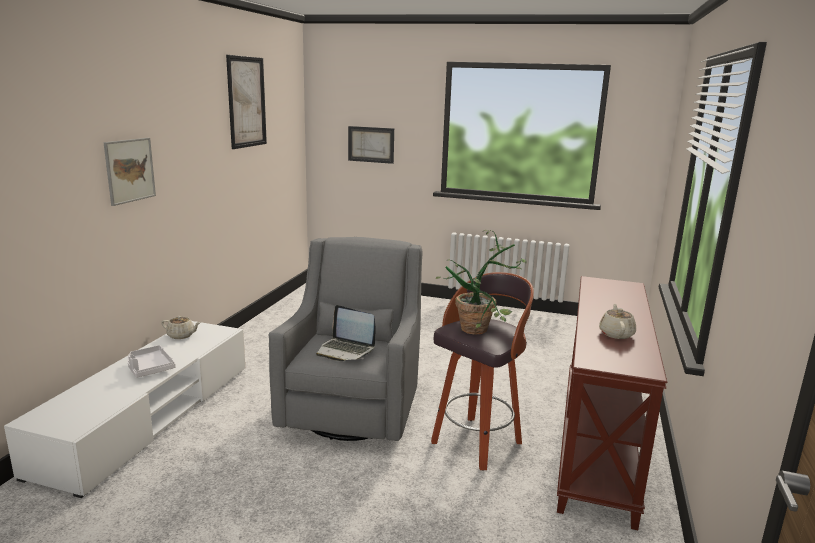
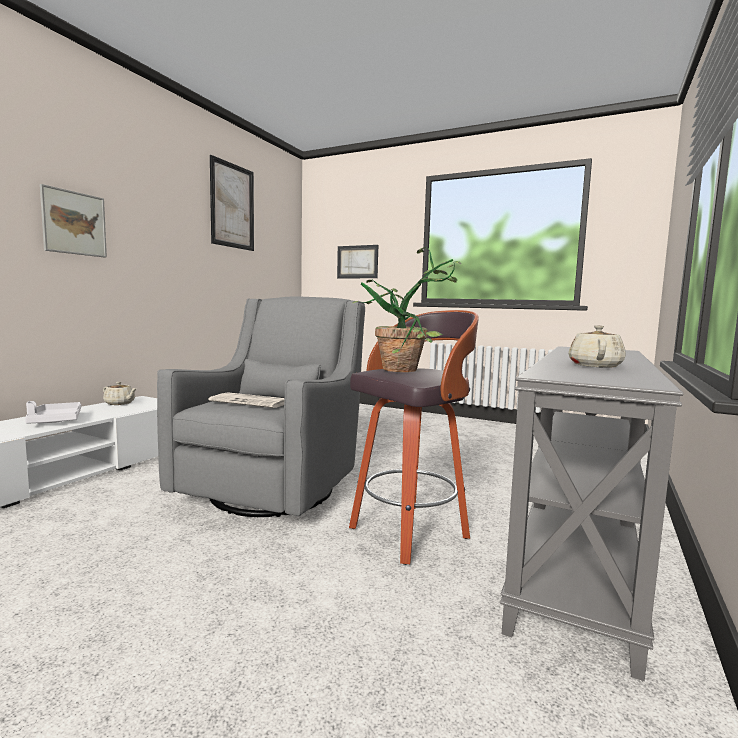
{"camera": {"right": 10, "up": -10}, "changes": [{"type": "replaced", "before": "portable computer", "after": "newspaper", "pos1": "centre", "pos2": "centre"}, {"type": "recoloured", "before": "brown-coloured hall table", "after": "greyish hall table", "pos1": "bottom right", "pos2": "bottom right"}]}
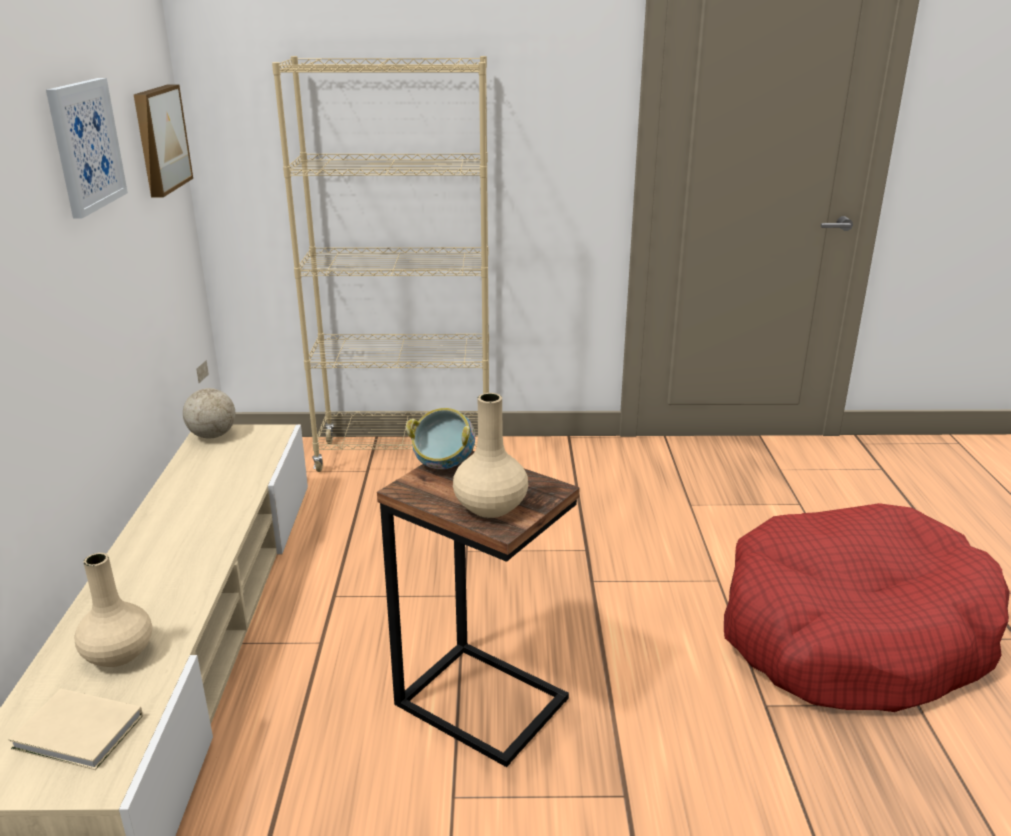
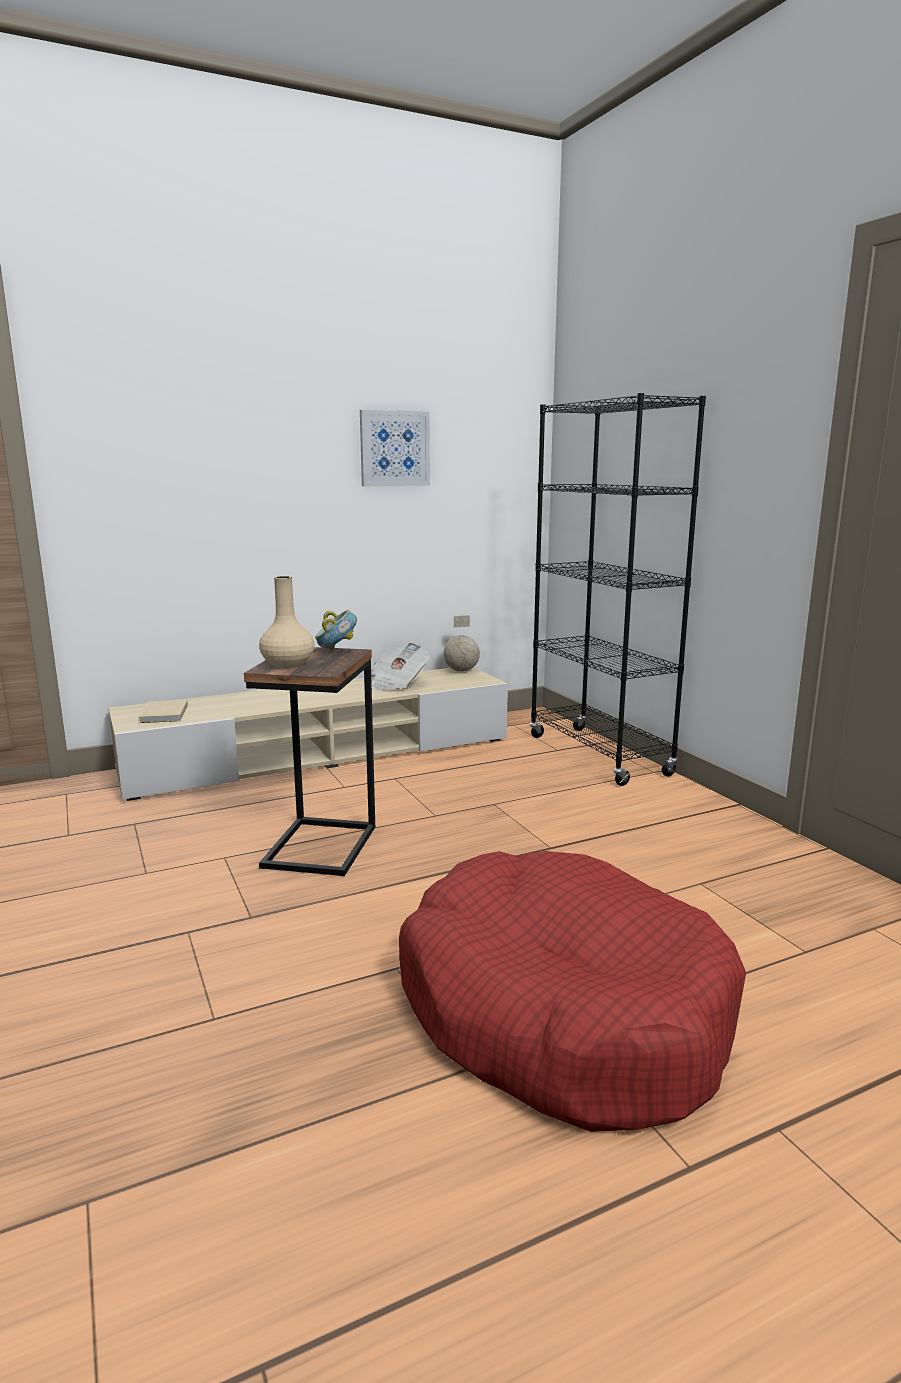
{"camera": {"right": 65, "up": -10}, "changes": [{"type": "removed", "before": "beige-coloured flower vase (1st from left)", "pos1": "bottom left"}, {"type": "removed", "before": "picture (2nd from left)", "pos1": "top left"}, {"type": "added", "after": "newspaper", "pos2": "centre"}, {"type": "recoloured", "before": "beige-coloured shelving unit", "after": "black shelving unit", "pos1": "top centre", "pos2": "middle right"}]}
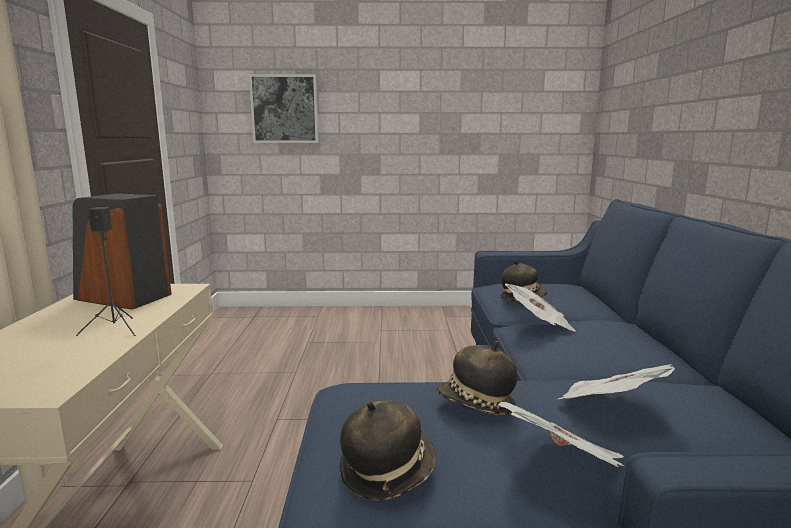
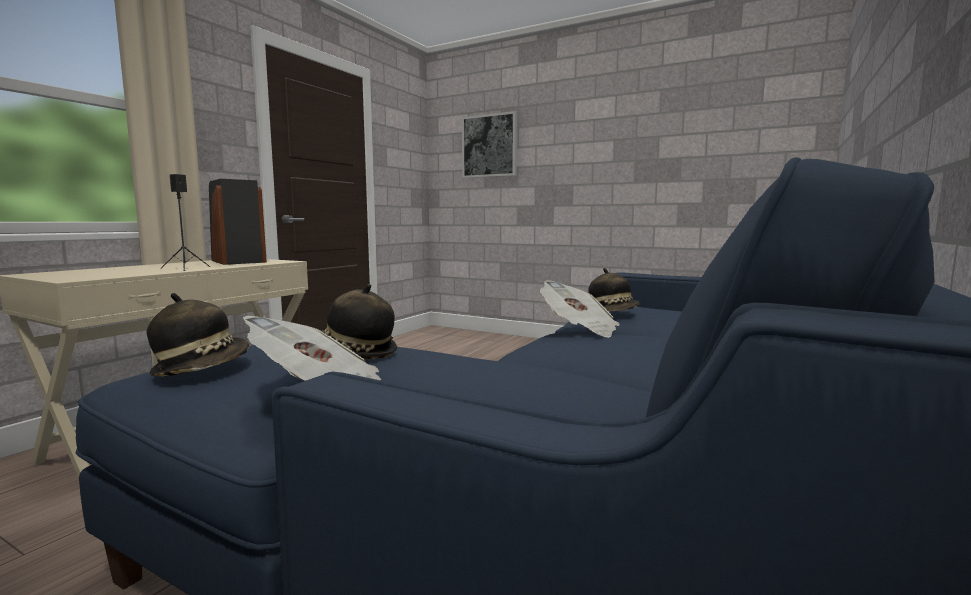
{"camera": {"right": 30, "up": -5}, "changes": [{"type": "removed", "before": "newspaper (3rd from left)", "pos1": "bottom right"}]}
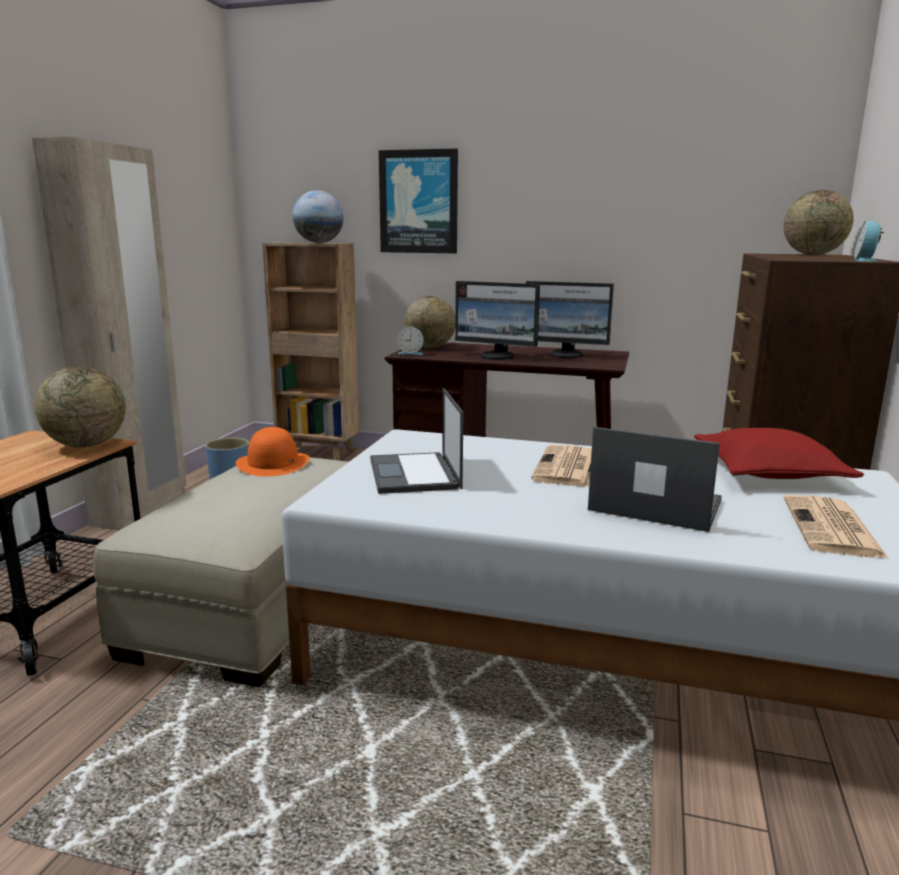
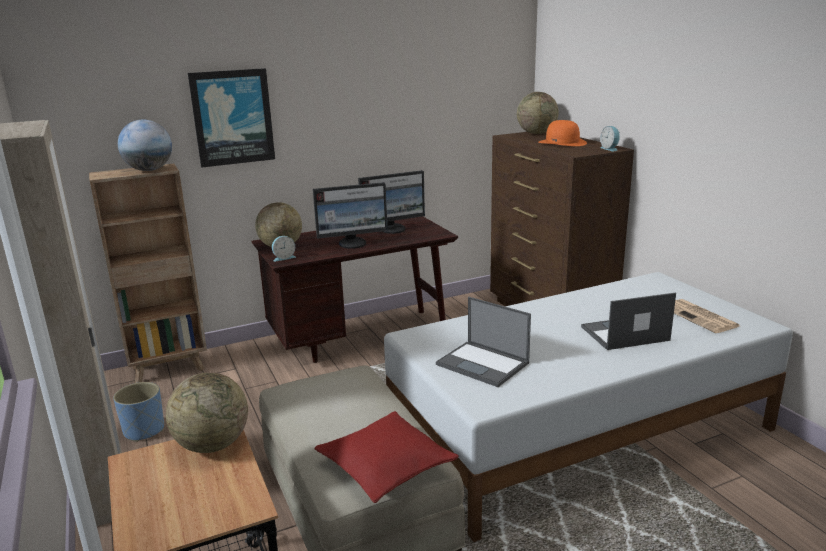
{"camera": {"right": -40, "up": 5}, "changes": [{"type": "removed", "before": "newspaper (1st from left)", "pos1": "centre"}, {"type": "moved", "before": "orange wearable hat", "pos1": "middle left", "pos2": "top right"}, {"type": "moved", "before": "reddish throw pillow", "pos1": "middle right", "pos2": "bottom centre"}]}
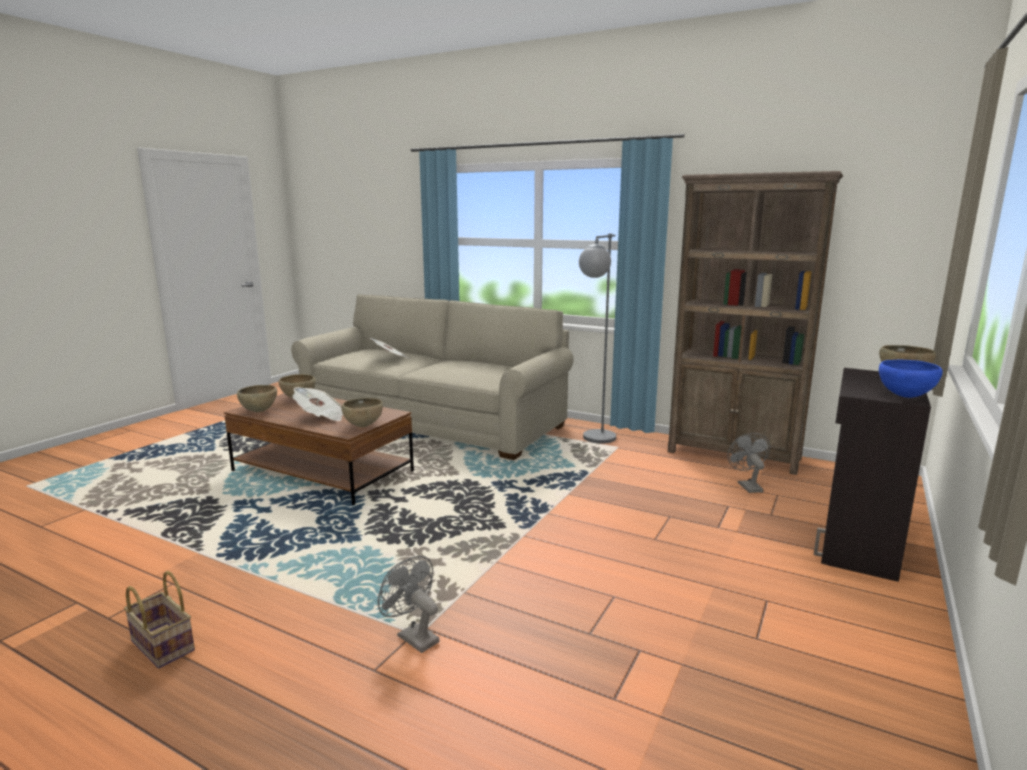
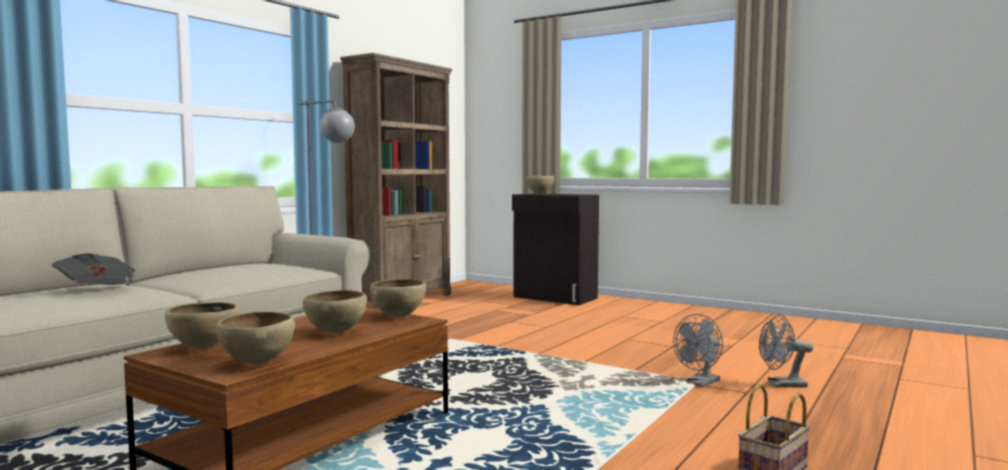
{"camera": {"right": -85, "up": -10}, "changes": [{"type": "removed", "before": "blue-coloured bowl", "pos1": "middle right"}, {"type": "moved", "before": "greyish cooling fan (2nd from left)", "pos1": "middle right", "pos2": "bottom right"}, {"type": "replaced", "before": "newspaper (1st from left)", "after": "brown-coloured bowl (3rd from left)", "pos1": "middle left", "pos2": "middle left"}]}
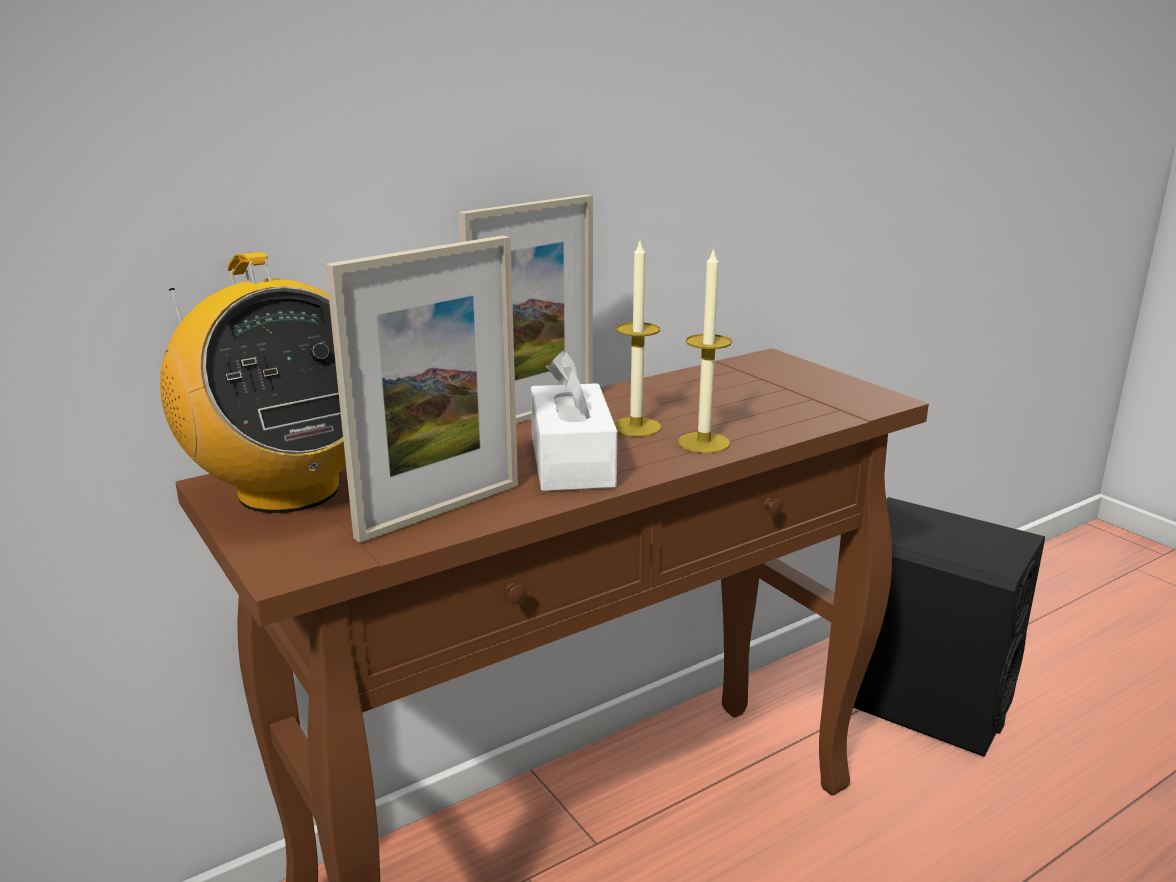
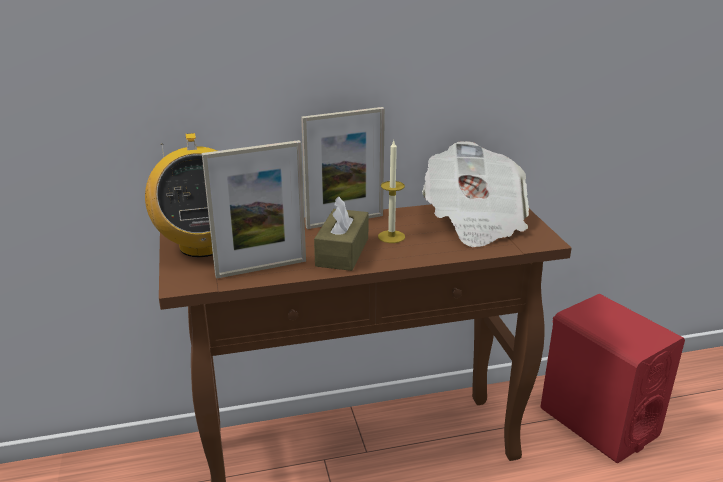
{"camera": {"right": 20, "up": 5}, "changes": [{"type": "removed", "before": "wax light (2nd from left)", "pos1": "centre"}, {"type": "added", "after": "newspaper", "pos2": "centre"}, {"type": "recoloured", "before": "whitish tissue box", "after": "brown-coloured tissue box", "pos1": "centre", "pos2": "centre"}, {"type": "recoloured", "before": "black speaker", "after": "reddish speaker", "pos1": "bottom right", "pos2": "bottom right"}]}
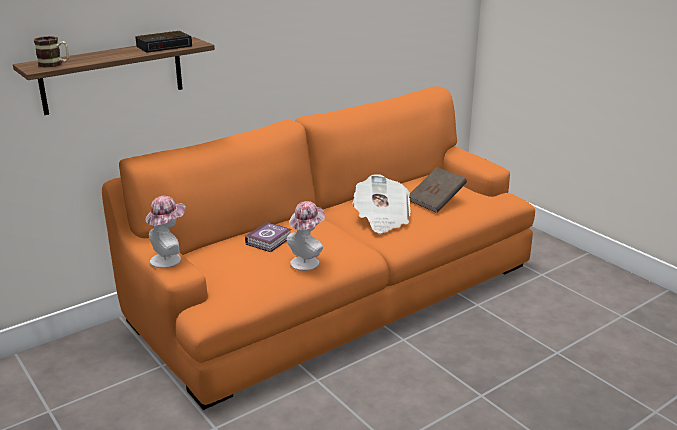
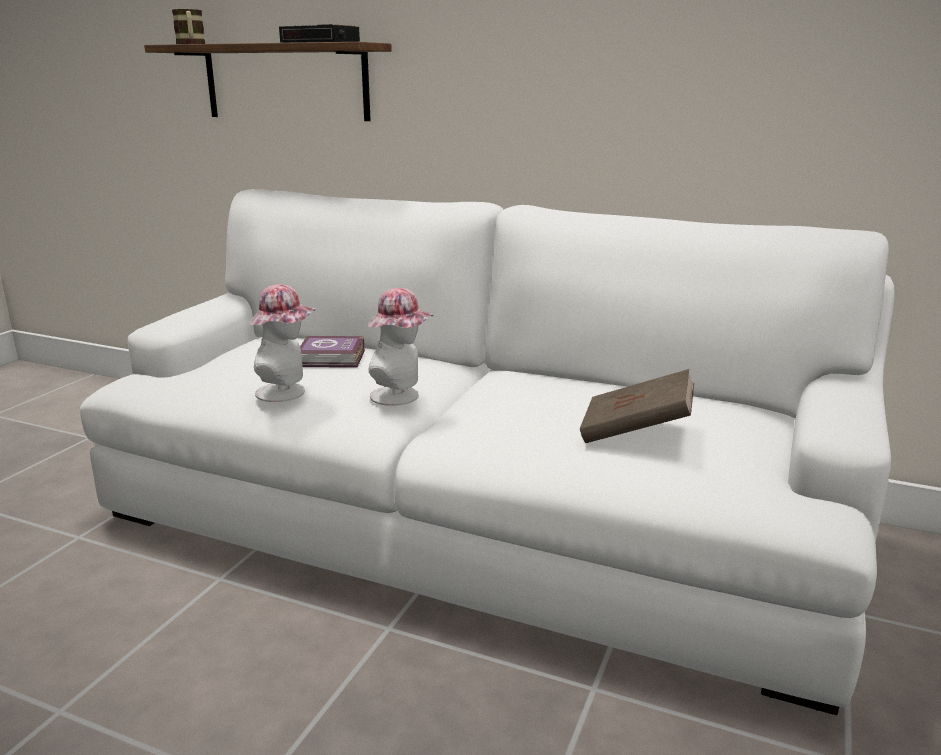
{"camera": {"right": 60, "up": -5}, "changes": [{"type": "removed", "before": "newspaper", "pos1": "centre"}, {"type": "moved", "before": "wearable hat (1st from left in the first image)", "after": "wearable hat (2nd from left)", "pos1": "middle left", "pos2": "centre"}, {"type": "recoloured", "before": "orange sofa", "after": "whitish sofa", "pos1": "centre", "pos2": "centre"}]}
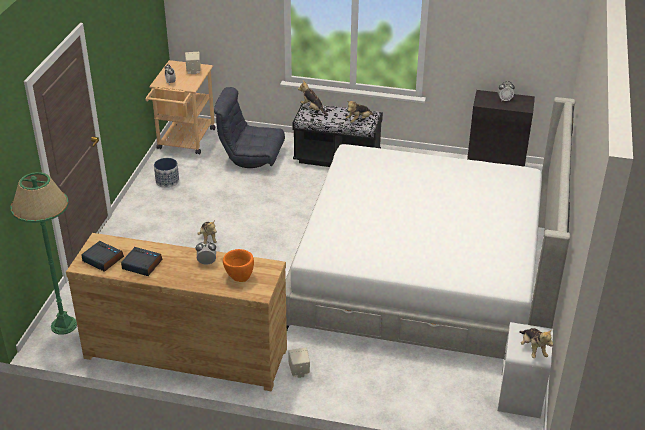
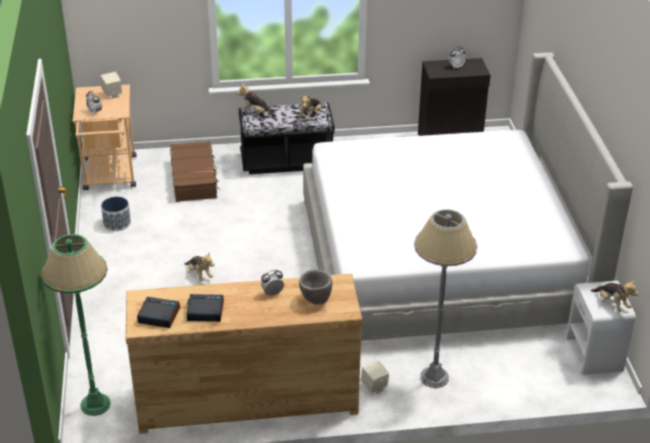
{"camera": {"right": -20, "up": 0}, "changes": [{"type": "added", "after": "greyish standing lamp", "pos2": "bottom right"}, {"type": "replaced", "before": "greyish armchair", "after": "brown-coloured travel case", "pos1": "top centre", "pos2": "middle left"}, {"type": "recoloured", "before": "orange bowl", "after": "greyish bowl", "pos1": "centre", "pos2": "centre"}]}
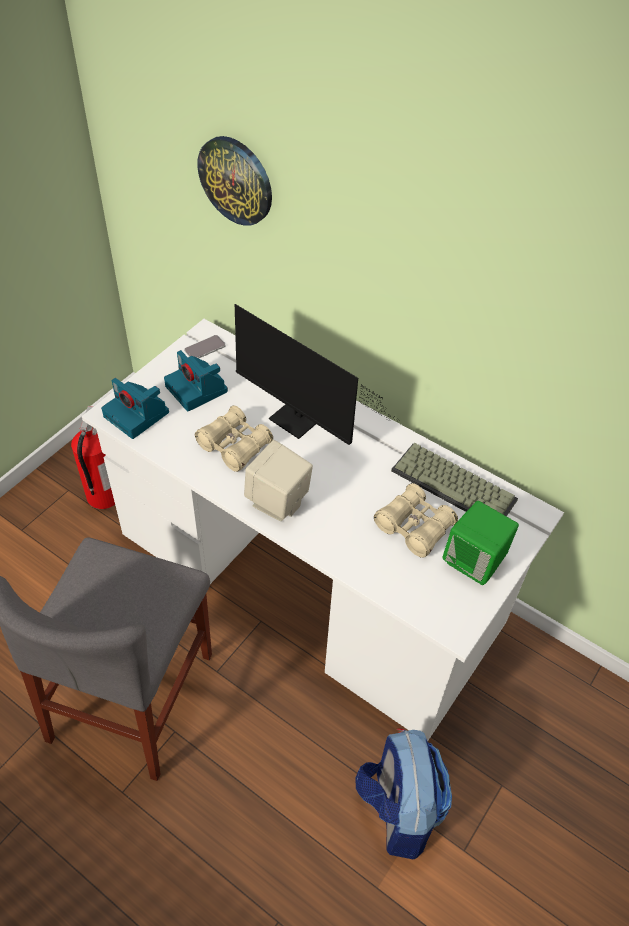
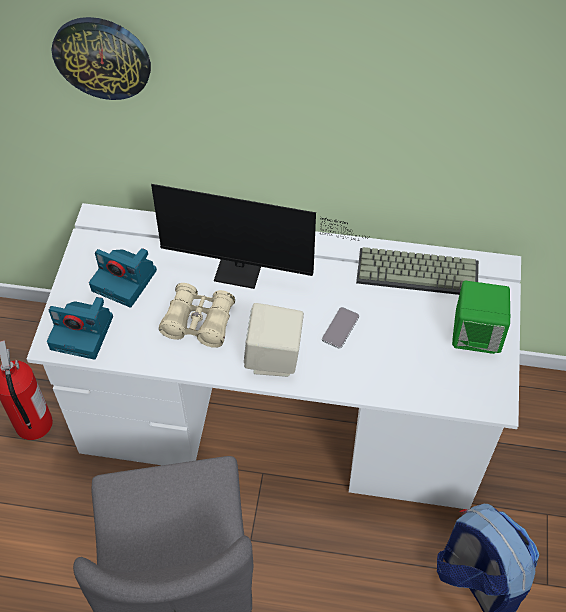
{"camera": {"right": -25, "up": 5}, "changes": [{"type": "removed", "before": "beige-coloured pair of binoculars (2nd from left)", "pos1": "centre"}, {"type": "moved", "before": "handset", "pos1": "middle left", "pos2": "centre"}]}
